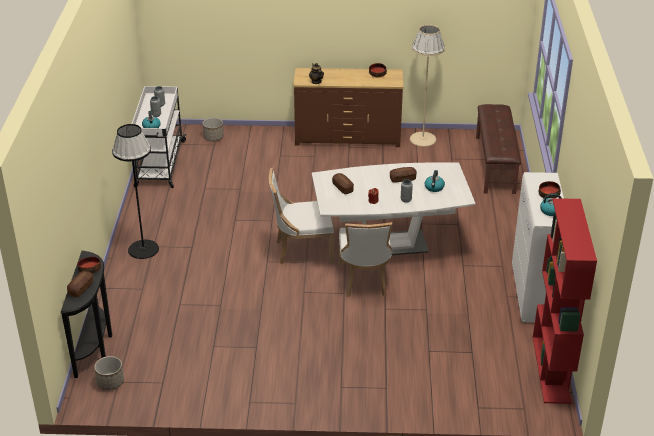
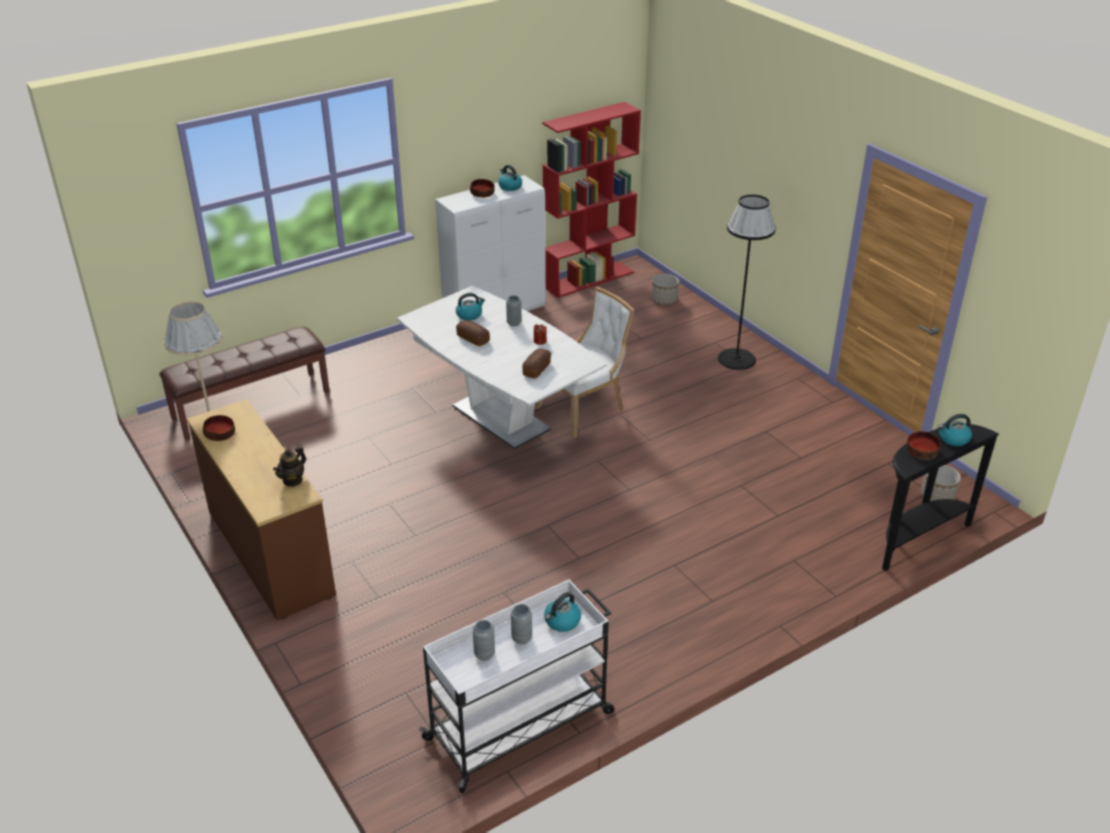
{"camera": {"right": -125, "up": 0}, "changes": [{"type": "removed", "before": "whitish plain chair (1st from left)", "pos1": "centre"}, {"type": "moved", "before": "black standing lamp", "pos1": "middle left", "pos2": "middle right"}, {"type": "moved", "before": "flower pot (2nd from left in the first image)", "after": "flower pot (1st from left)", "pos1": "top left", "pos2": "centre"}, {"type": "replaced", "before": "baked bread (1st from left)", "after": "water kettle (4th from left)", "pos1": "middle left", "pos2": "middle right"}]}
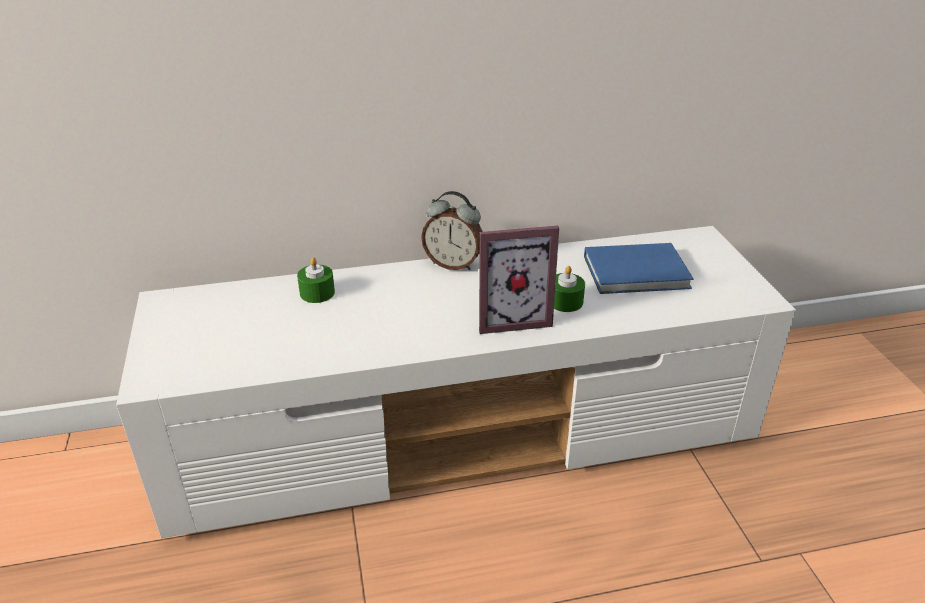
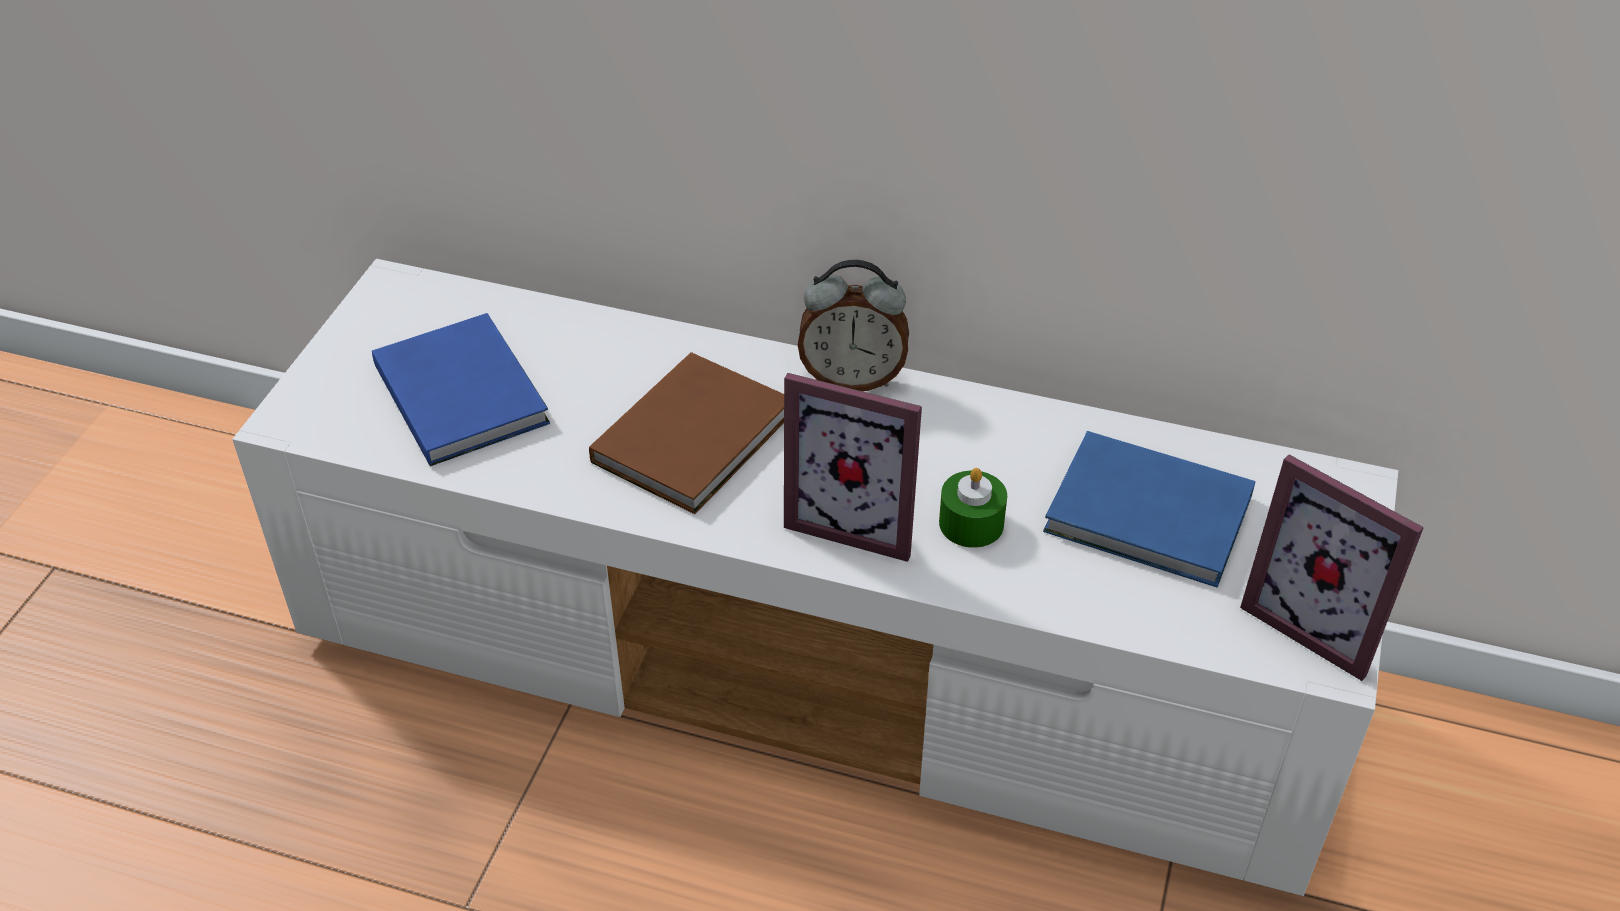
{"camera": {"right": 30, "up": 10}, "changes": [{"type": "removed", "before": "green wax light (1st from left)", "pos1": "centre"}, {"type": "added", "after": "blue-coloured book (1st from left)", "pos2": "middle left"}, {"type": "added", "after": "brown-coloured book", "pos2": "centre"}, {"type": "added", "after": "standing frame (2nd from left)", "pos2": "middle right"}, {"type": "turned", "before": "table clock", "pos1": "centre", "pos2": "centre", "turn": -45}]}
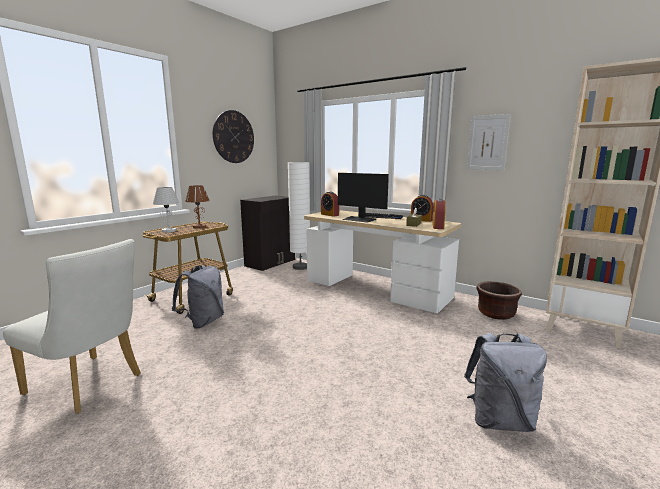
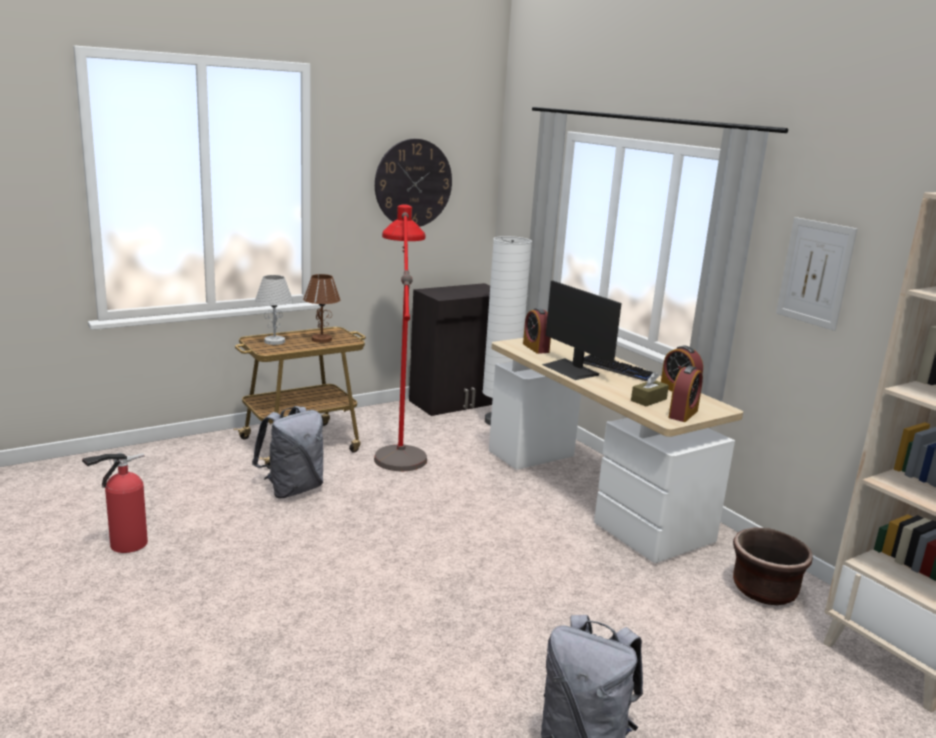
{"camera": {"right": 20, "up": 5}, "changes": [{"type": "added", "after": "reddish standing lamp", "pos2": "centre"}, {"type": "replaced", "before": "whitish plain chair", "after": "extinguisher", "pos1": "bottom left", "pos2": "bottom left"}]}
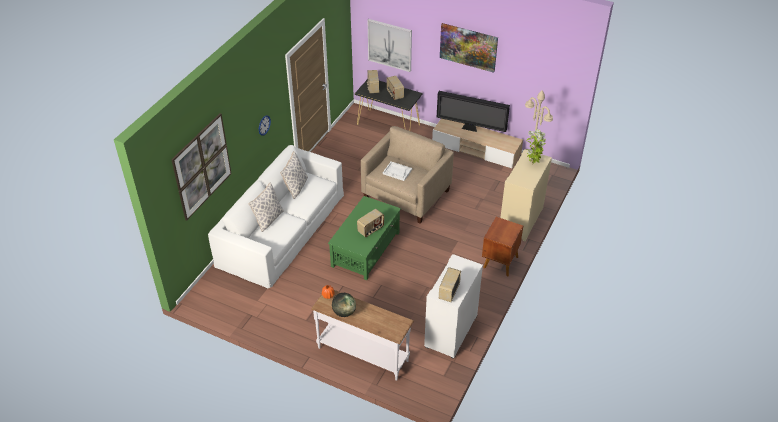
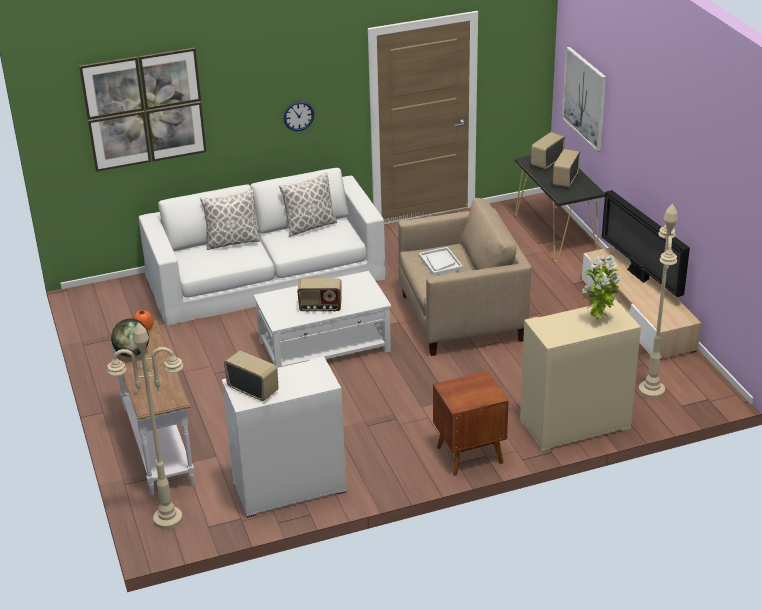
{"camera": {"right": 45, "up": -10}, "changes": [{"type": "removed", "before": "picture (3rd from left)", "pos1": "top centre"}, {"type": "added", "after": "beige-coloured standing lamp (1st from left)", "pos2": "bottom left"}, {"type": "recoloured", "before": "green low table", "after": "whitish low table", "pos1": "centre", "pos2": "centre"}, {"type": "turned", "before": "radio set (4th from left in the first image)", "pos1": "bottom centre", "pos2": "middle left", "turn": 60}]}
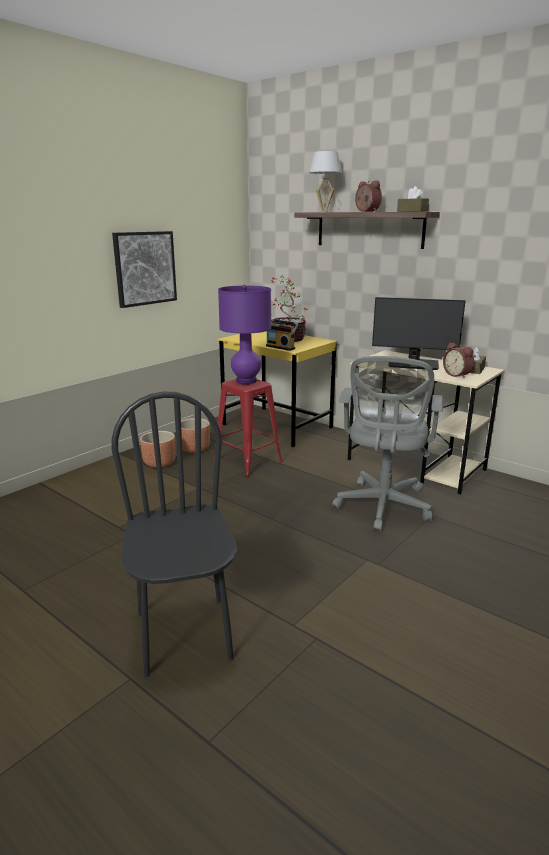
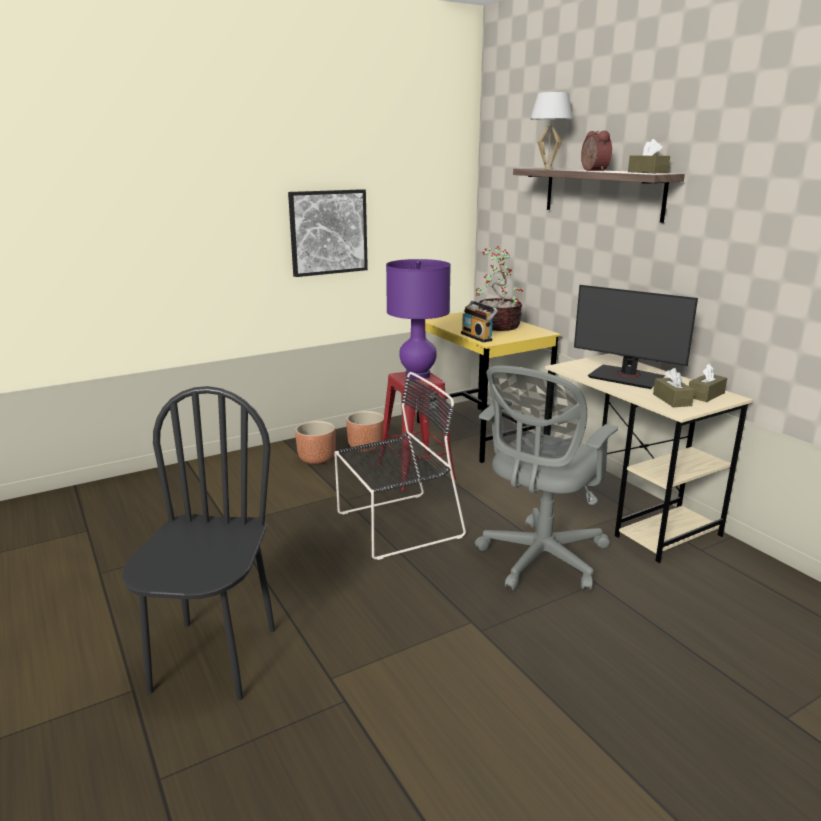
{"camera": {"right": 20, "up": 0}, "changes": [{"type": "added", "after": "black plain chair (2nd from left)", "pos2": "centre"}, {"type": "replaced", "before": "table clock (2nd from left)", "after": "brown-coloured tissue box (2nd from left)", "pos1": "middle right", "pos2": "middle right"}]}
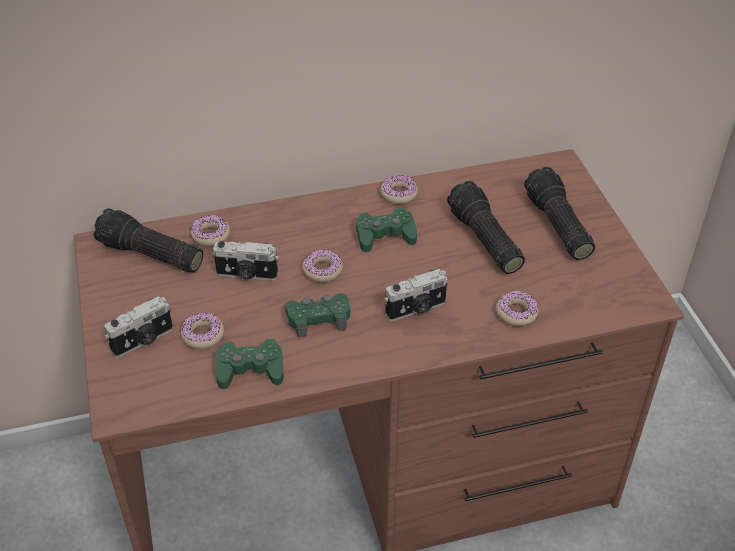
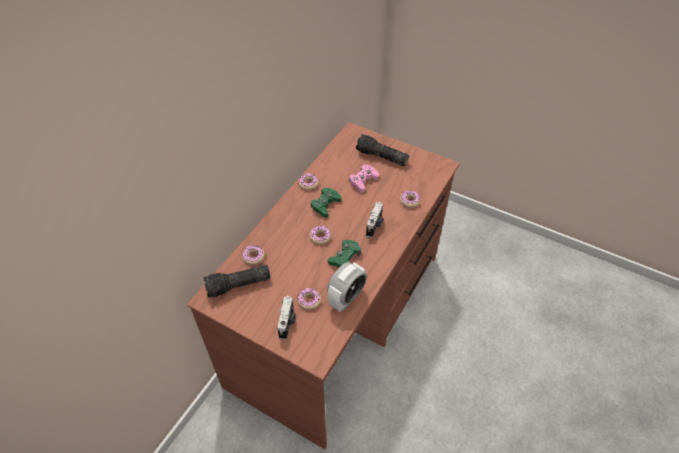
{"camera": {"right": -45, "up": 5}, "changes": [{"type": "removed", "before": "still camera (2nd from left)", "pos1": "centre"}, {"type": "replaced", "before": "green joypad (1st from left)", "after": "table clock", "pos1": "centre", "pos2": "centre"}, {"type": "replaced", "before": "hand torch (2nd from left)", "after": "pinkish joypad", "pos1": "centre", "pos2": "centre"}]}
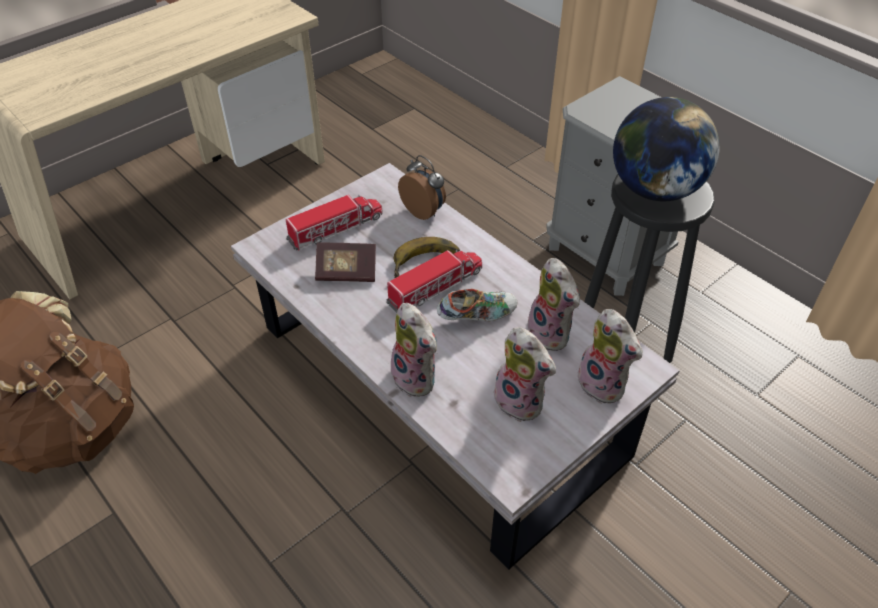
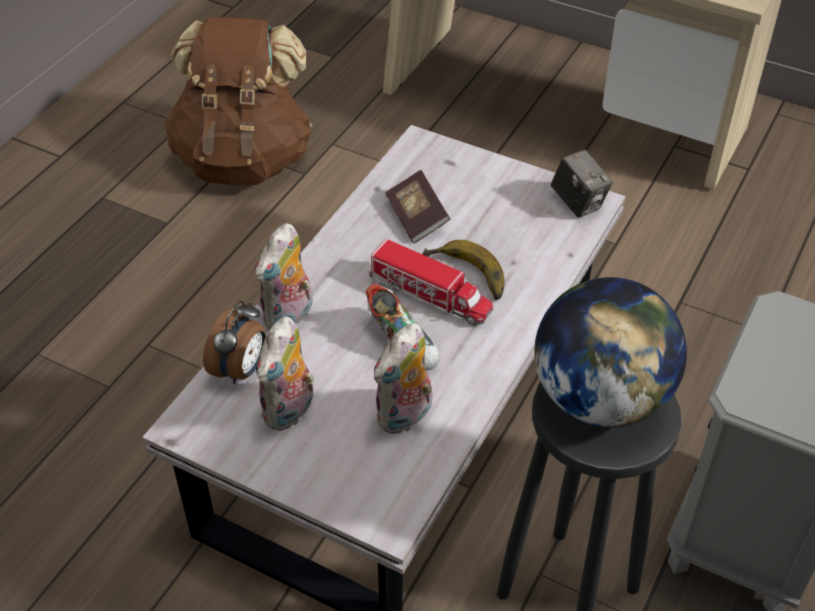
{"camera": {"right": 70, "up": 0}, "changes": [{"type": "removed", "before": "model truck (1st from left)", "pos1": "centre"}, {"type": "removed", "before": "cuddly toy (4th from left)", "pos1": "middle right"}, {"type": "added", "after": "still camera", "pos2": "top right"}, {"type": "moved", "before": "table clock", "pos1": "top centre", "pos2": "middle left"}]}
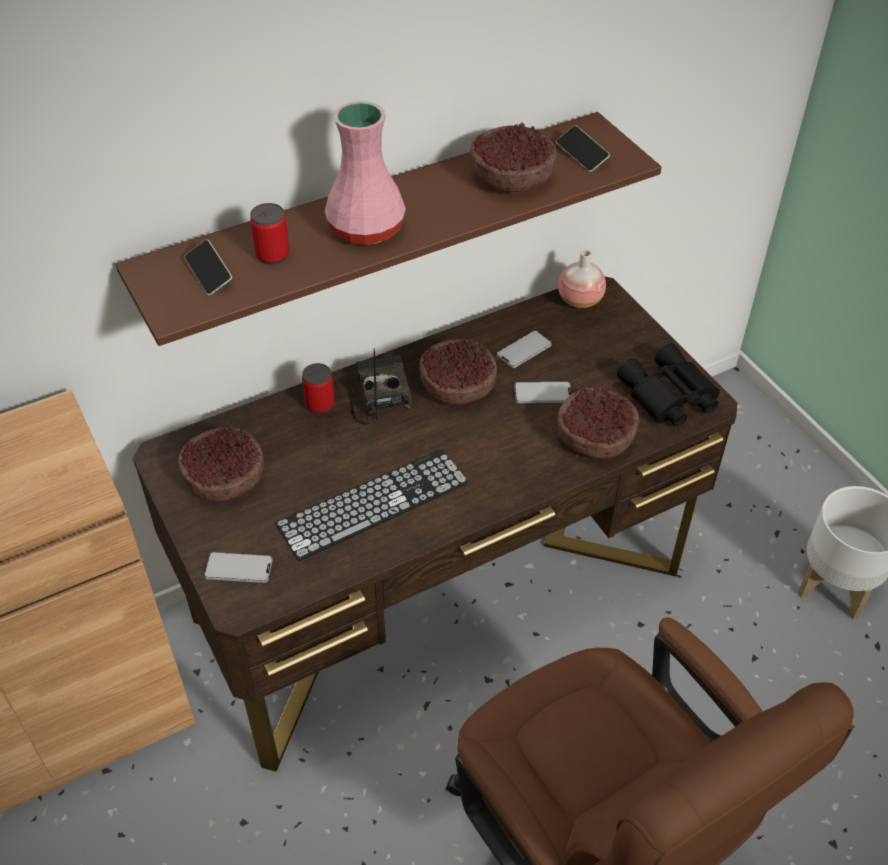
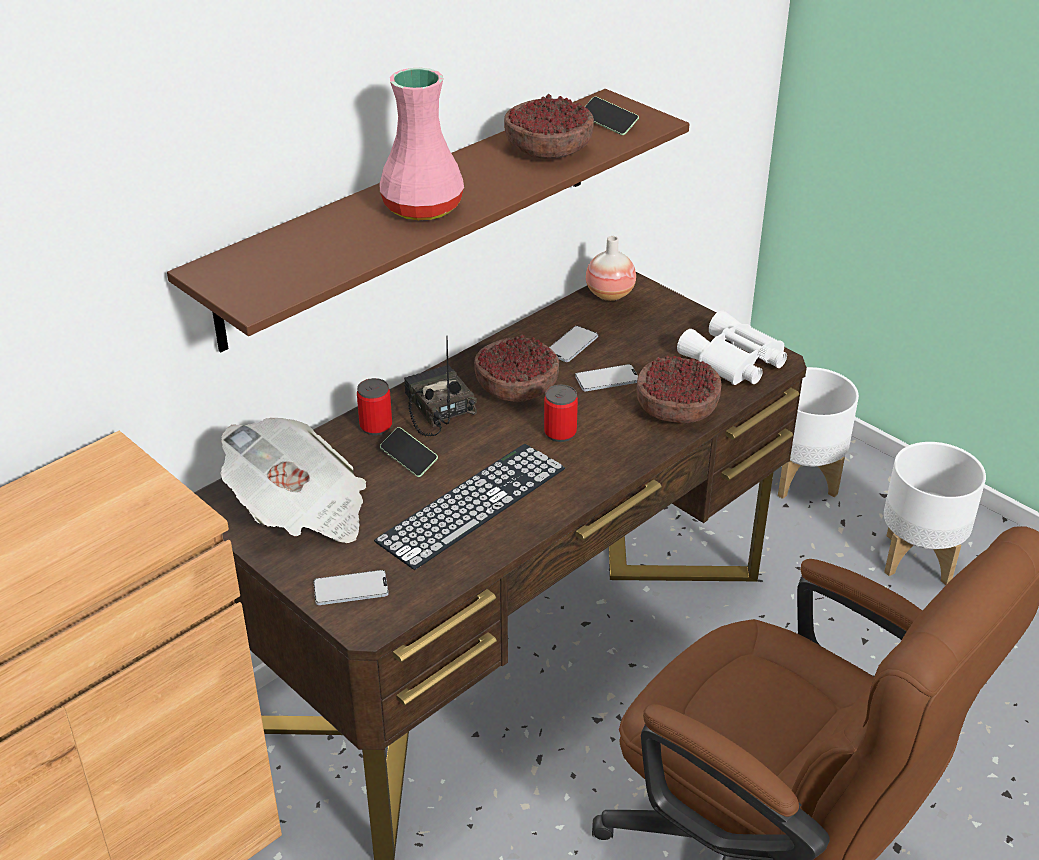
{"camera": {"right": -15, "up": -10}, "changes": [{"type": "added", "after": "whitish flower pot (1st from left)", "pos2": "middle right"}, {"type": "moved", "before": "handset (1st from left in the first image)", "after": "handset (2nd from left)", "pos1": "top left", "pos2": "centre"}, {"type": "moved", "before": "can (1st from left in the first image)", "after": "can (2nd from left)", "pos1": "top left", "pos2": "centre"}, {"type": "replaced", "before": "bowl (1st from left)", "after": "newspaper", "pos1": "middle left", "pos2": "middle left"}, {"type": "recoloured", "before": "black pair of binoculars", "after": "whitish pair of binoculars", "pos1": "middle right", "pos2": "middle right"}]}
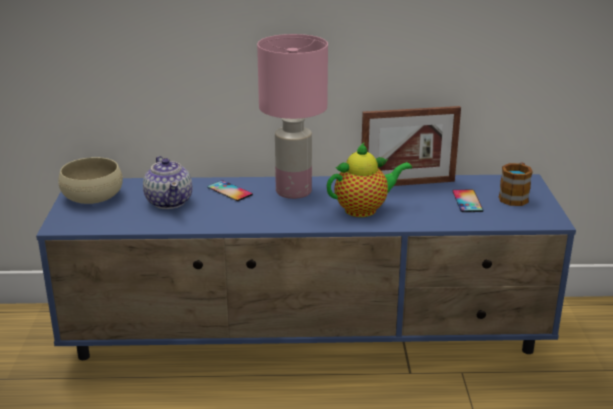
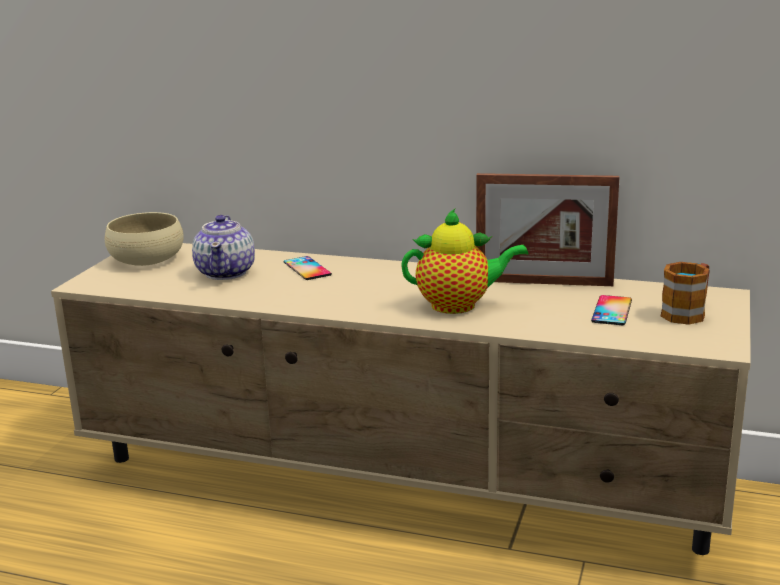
{"camera": {"right": 20, "up": -5}, "changes": [{"type": "removed", "before": "pinkish lamp for a table", "pos1": "top centre"}, {"type": "recoloured", "before": "blue-coloured media console", "after": "beige-coloured media console", "pos1": "centre", "pos2": "bottom centre"}]}
